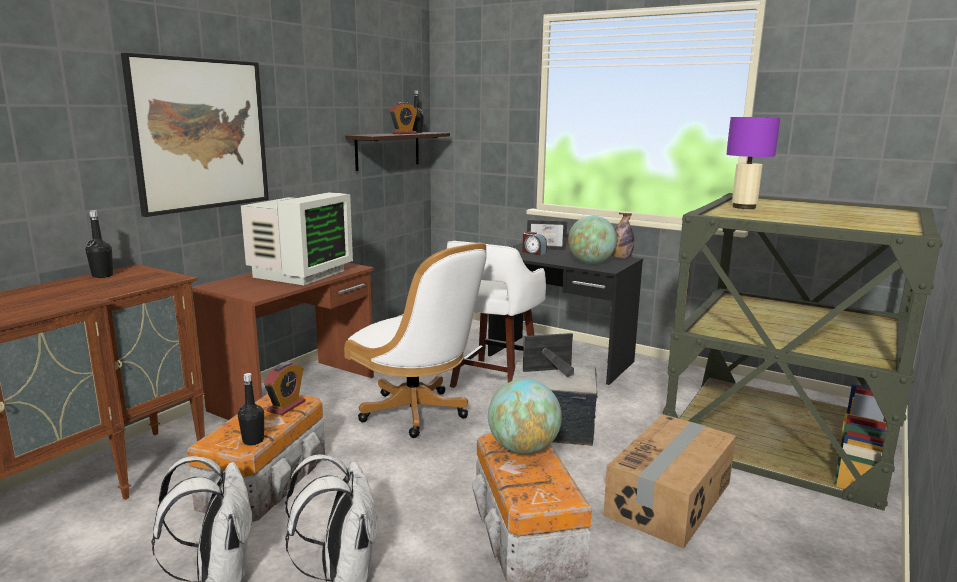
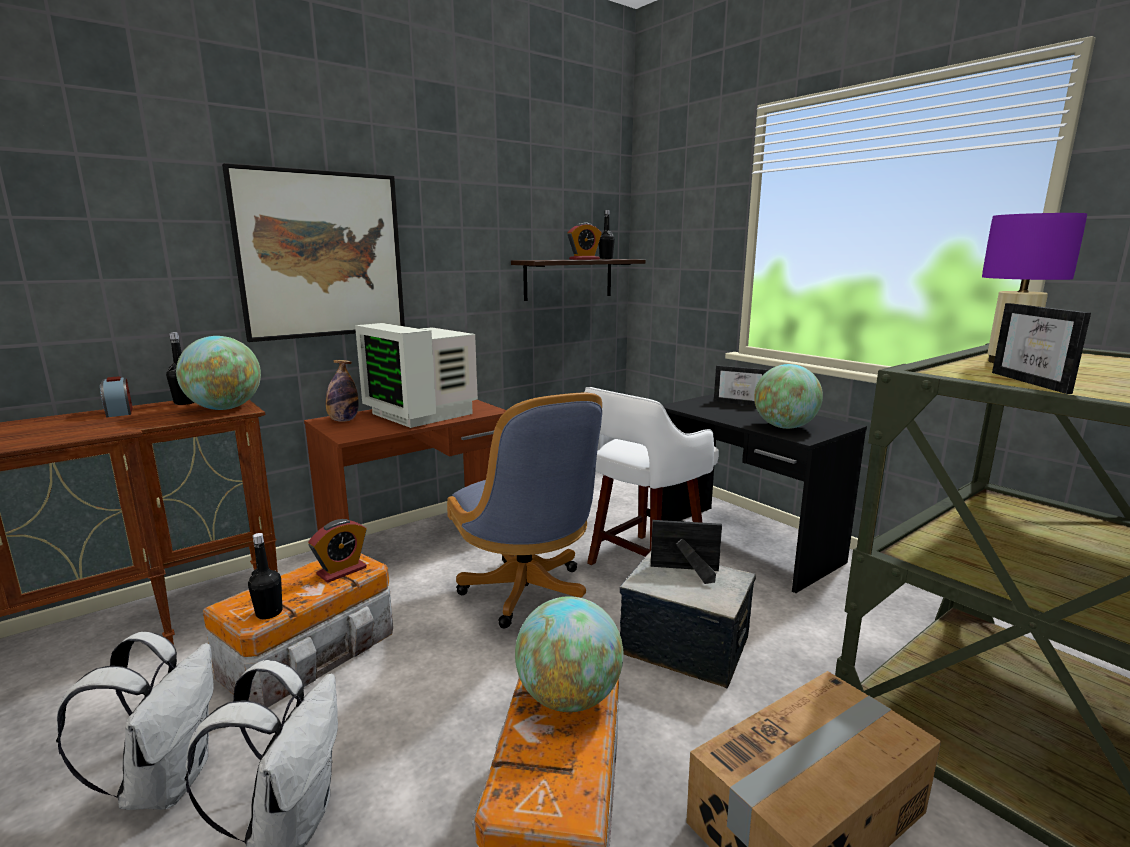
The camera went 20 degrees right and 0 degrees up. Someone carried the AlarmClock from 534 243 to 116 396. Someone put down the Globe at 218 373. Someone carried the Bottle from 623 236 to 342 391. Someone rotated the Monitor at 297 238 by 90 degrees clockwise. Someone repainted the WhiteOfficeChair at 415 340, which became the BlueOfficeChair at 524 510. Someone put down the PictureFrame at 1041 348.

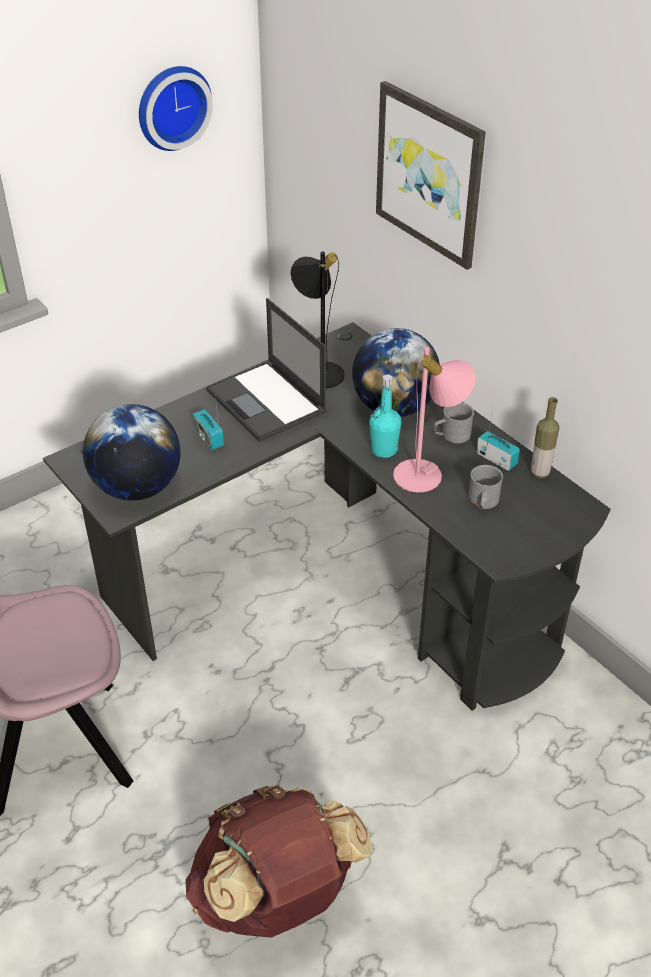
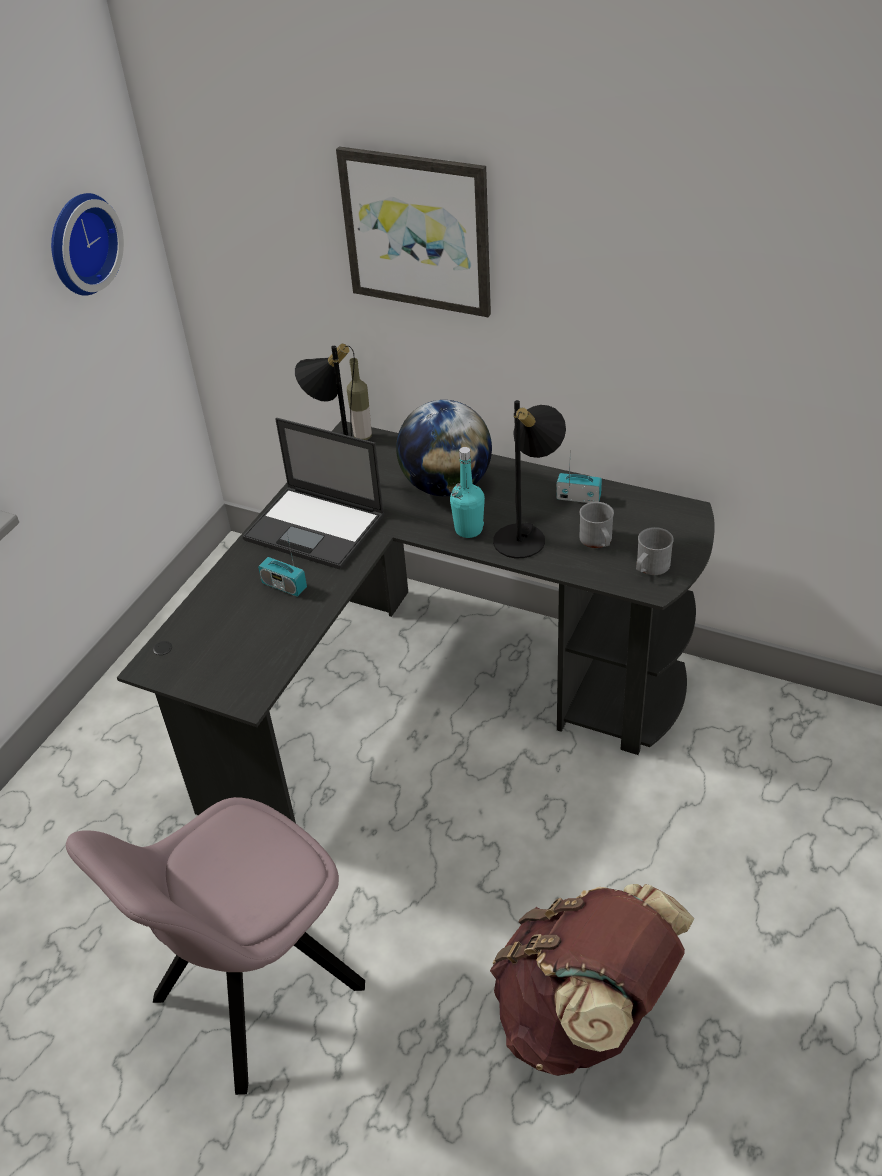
The camera went 25 degrees left and 0 degrees up. Someone carried the Bottle from 545 437 to 359 399. Someone repainted the PinkTableLamp at 434 420, which became the BlackTableLamp at 529 479. Someone carried the GreyMug from 454 422 to 655 551. Someone took away the Globe at 132 452.

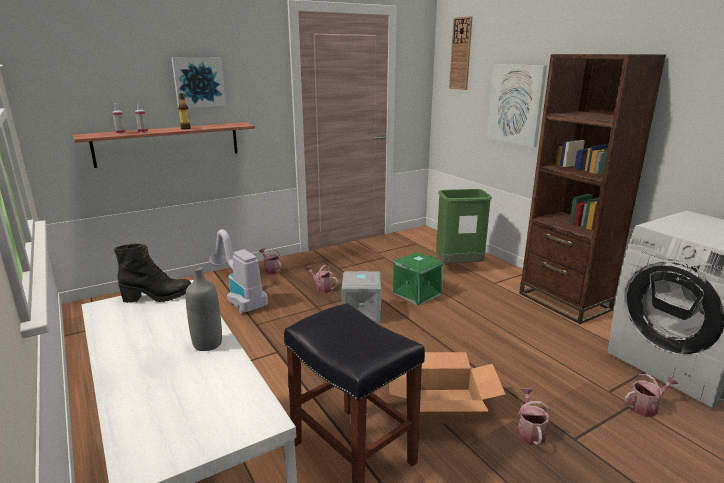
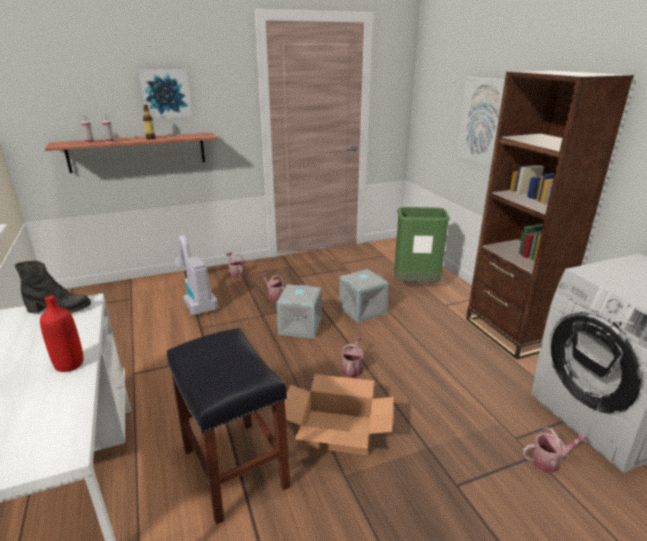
The camera went 10 degrees right and 5 degrees up. Someone repainted the GreyBottle at 204 309, which became the RedBottle at 62 334. Someone repainted the GreenStorageBox at 418 278, which became the GreyStorageBox at 363 295. Someone carried the WateringCan from 534 417 to 352 357. Someone took away the WallClock at 461 53.

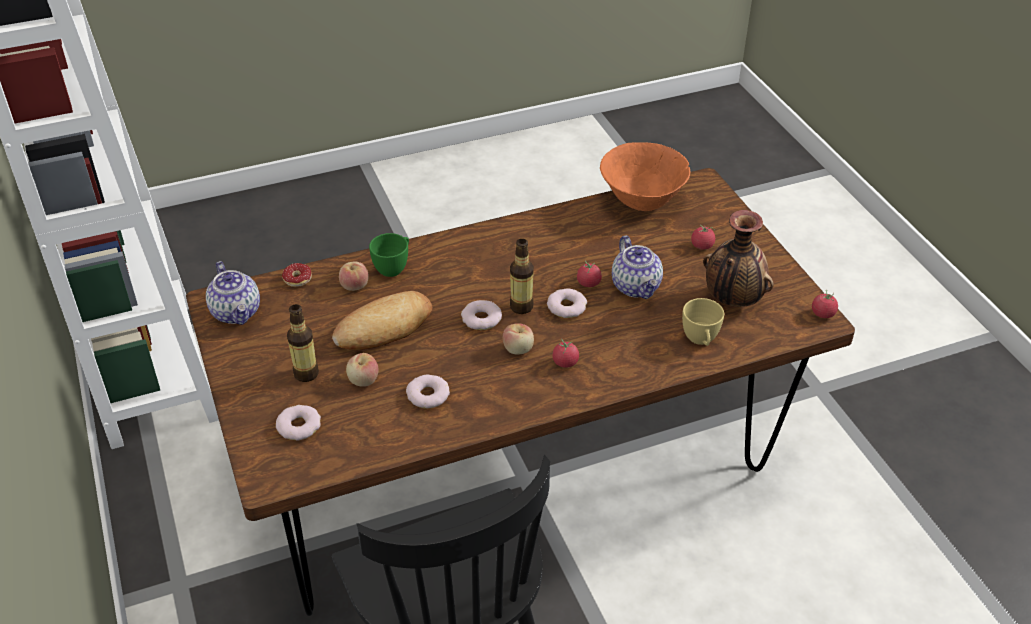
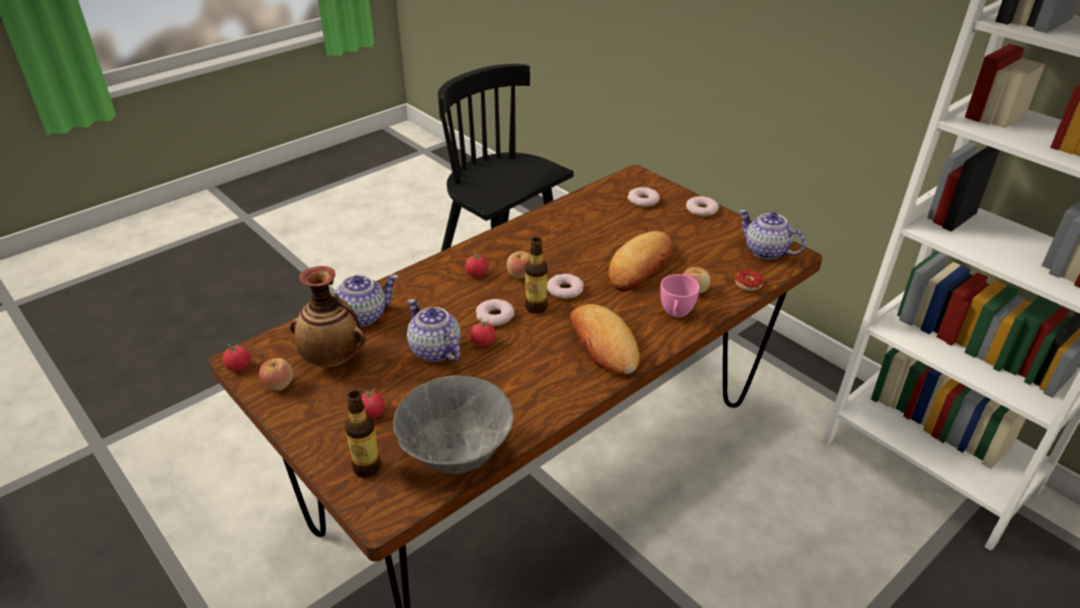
The camera went 160 degrees right and 5 degrees down. Someone carried the Apple from 362 370 to 276 374. Someone swapped the YellowCup at 703 322 for the Teapot at 364 300. Someone carried the Bottle from 303 343 to 363 434. Someone repainted the OrangeBowl at 645 176, which became the GreyBowl at 453 424. Someone put down the Bread at 604 339. Someone repainted the GreenCup at 389 255, which became the PinkCup at 680 296. Someone carried the Donut from 428 391 to 702 206.

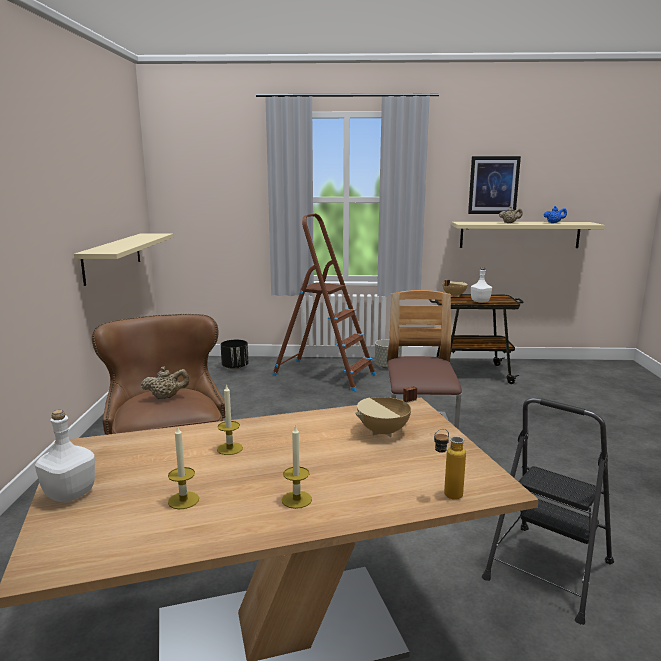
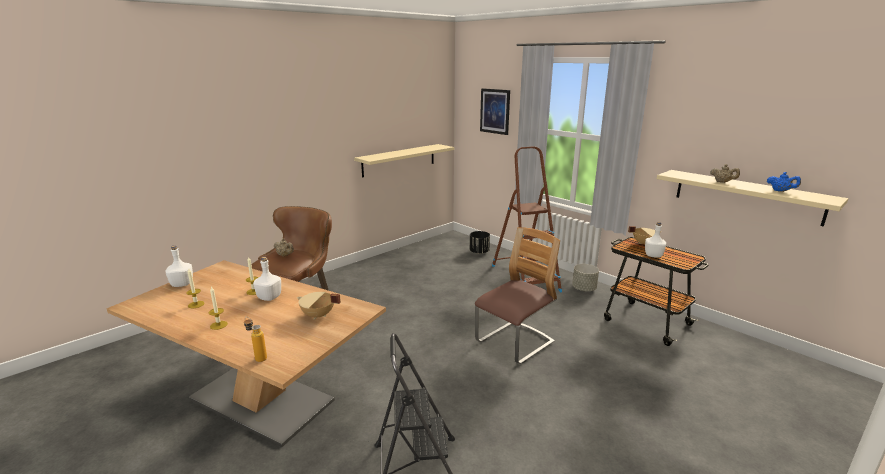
The camera went 45 degrees right and 5 degrees up. Someone put down the WhiteBottle at 267 279. Someone carried the Picture from 494 185 to 495 111.

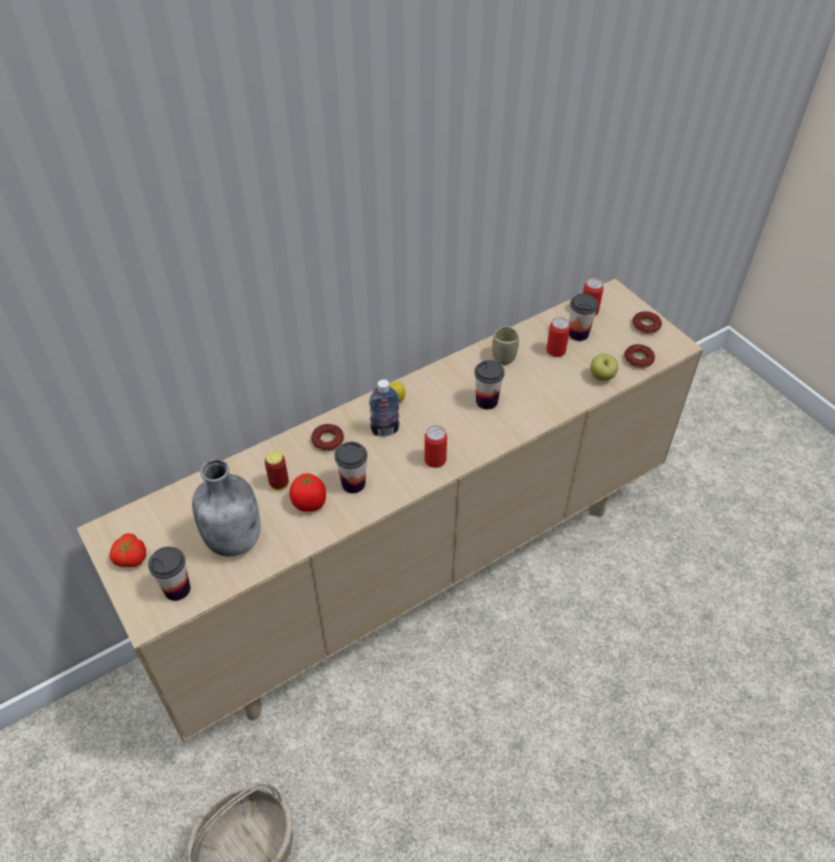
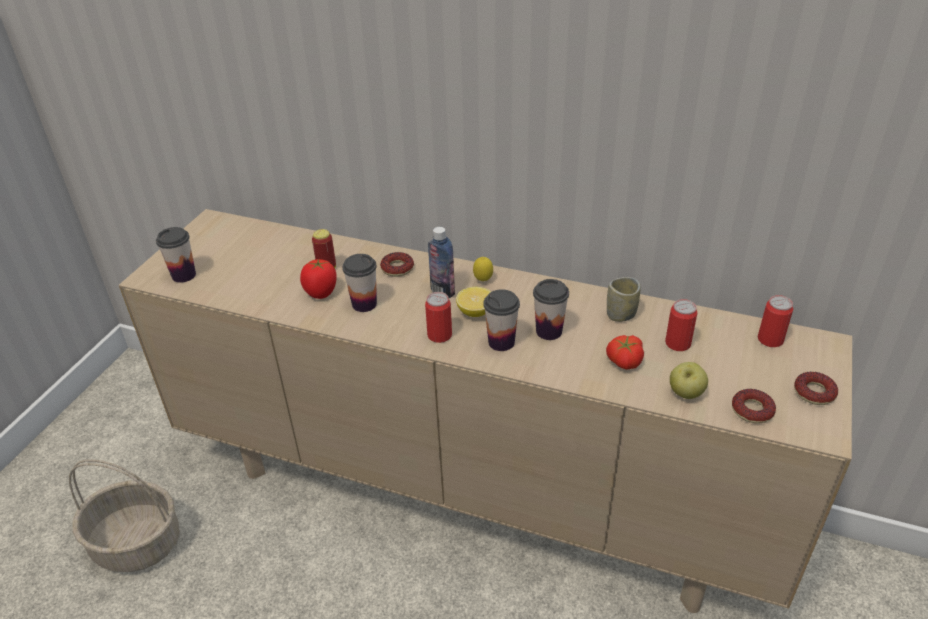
The camera went 55 degrees right and 10 degrees down. Someone put down the Lemon at 473 302. Someone carried the Cup from 583 317 to 501 320. Someone carried the Tomato from 128 550 to 625 352. Someone took away the GreyBottle at 226 507.

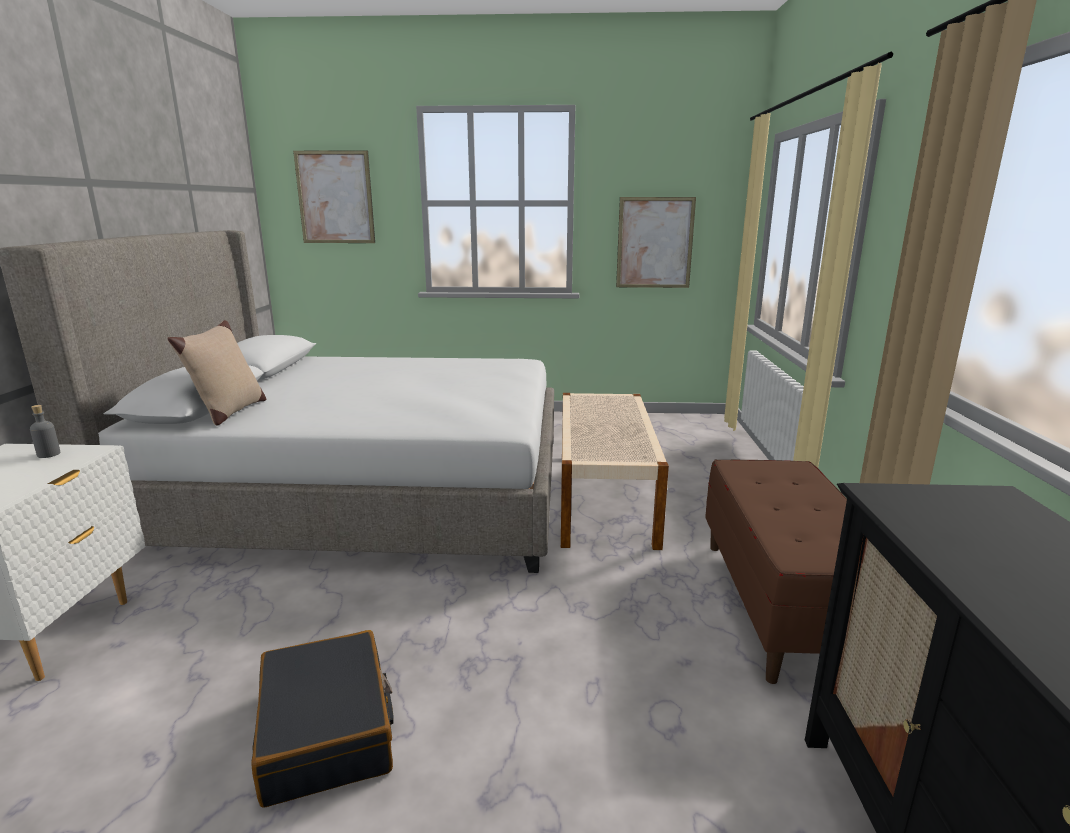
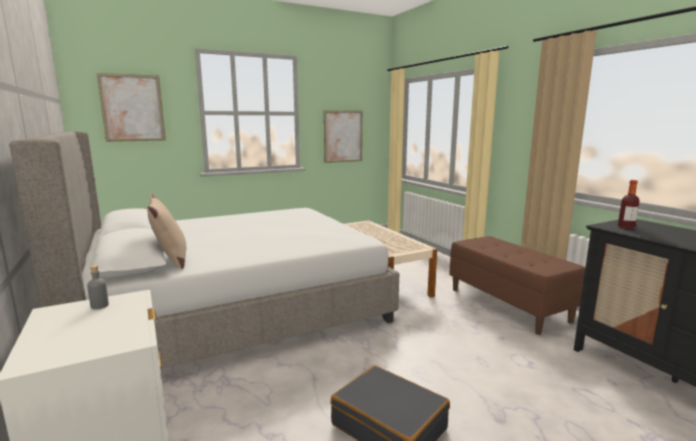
The camera went 30 degrees left and 5 degrees down. Someone put down the Bottle at 628 204.

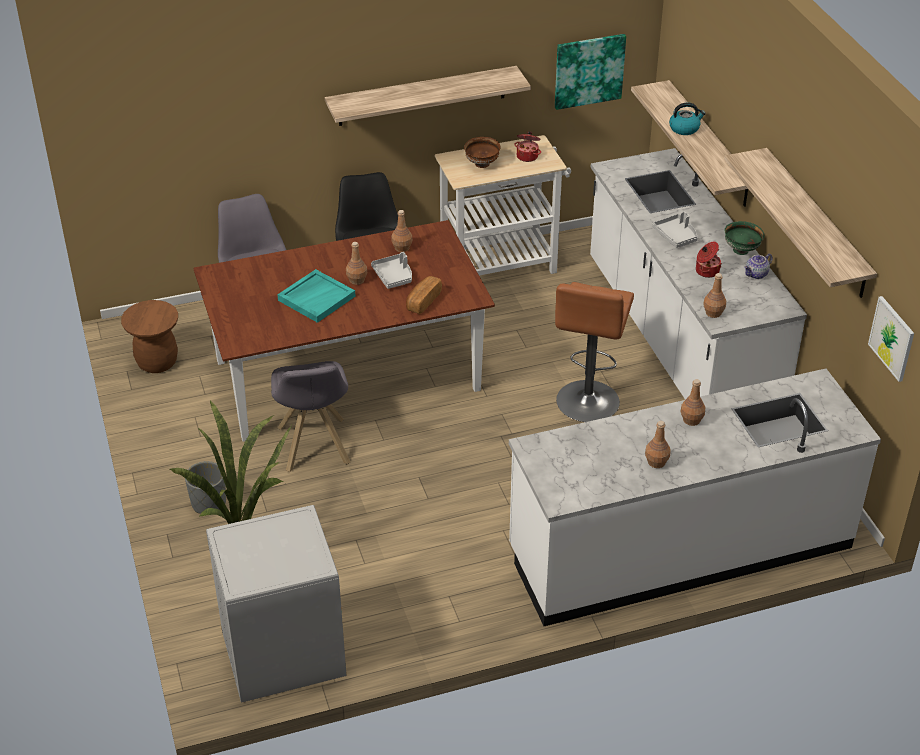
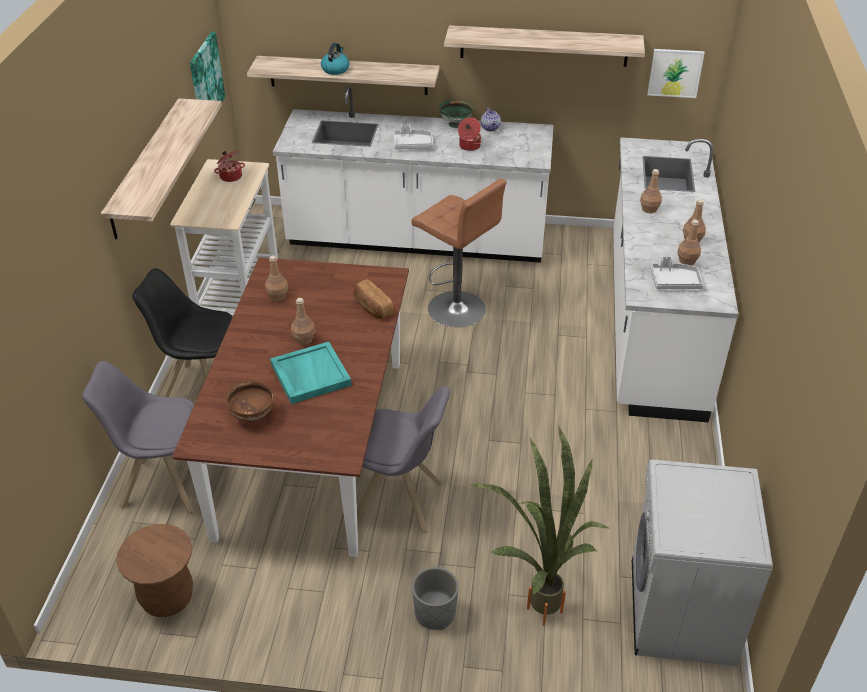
The camera went 65 degrees left and 0 degrees up. Someone carried the BrownBowl from 482 152 to 250 401. Someone carried the GreyTray from 391 270 to 677 272. Someone carried the BrownBottle from 714 295 to 689 242.

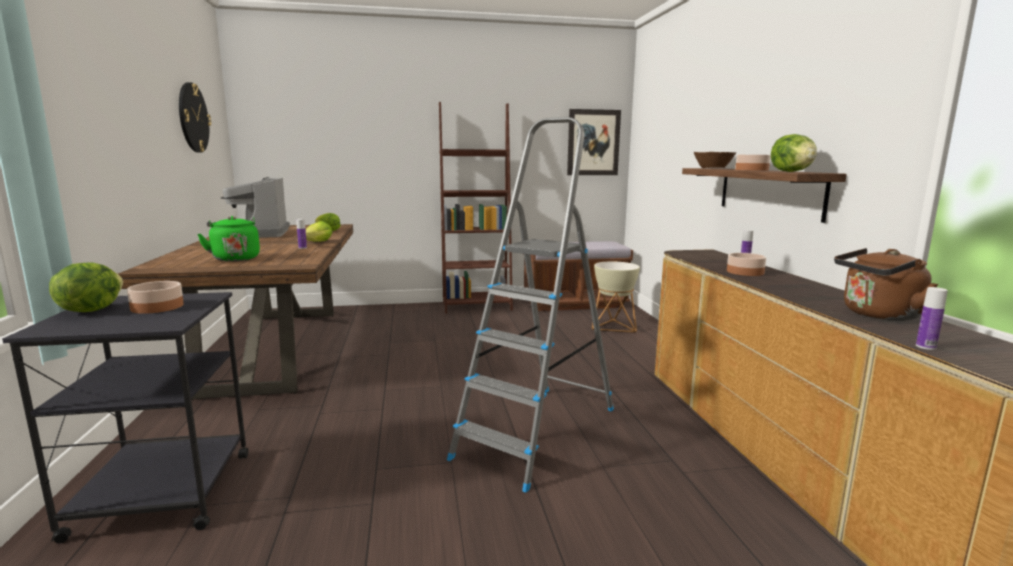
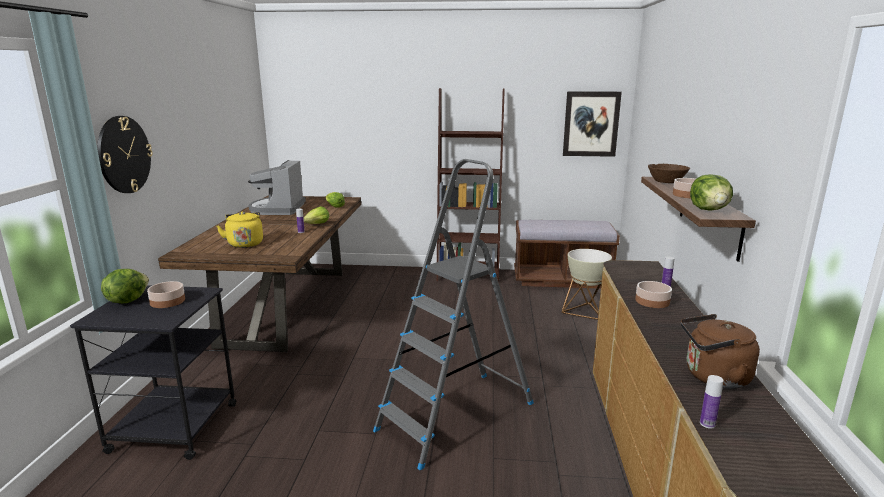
The camera went 15 degrees right and 5 degrees up. Someone carried the WallClock from 195 117 to 125 154. Someone repainted the GreenKettle at 228 238, which became the YellowKettle at 240 229.

